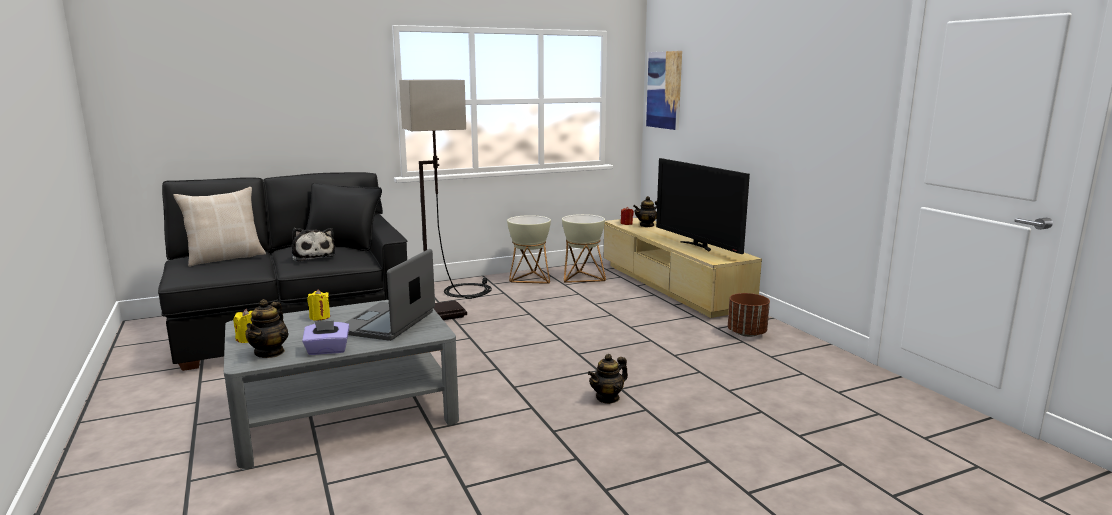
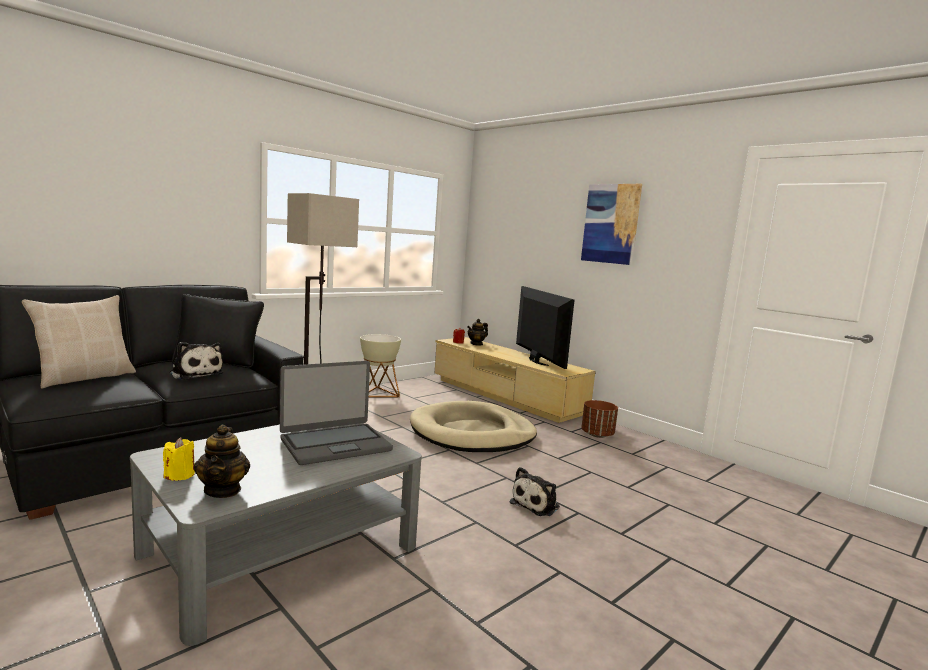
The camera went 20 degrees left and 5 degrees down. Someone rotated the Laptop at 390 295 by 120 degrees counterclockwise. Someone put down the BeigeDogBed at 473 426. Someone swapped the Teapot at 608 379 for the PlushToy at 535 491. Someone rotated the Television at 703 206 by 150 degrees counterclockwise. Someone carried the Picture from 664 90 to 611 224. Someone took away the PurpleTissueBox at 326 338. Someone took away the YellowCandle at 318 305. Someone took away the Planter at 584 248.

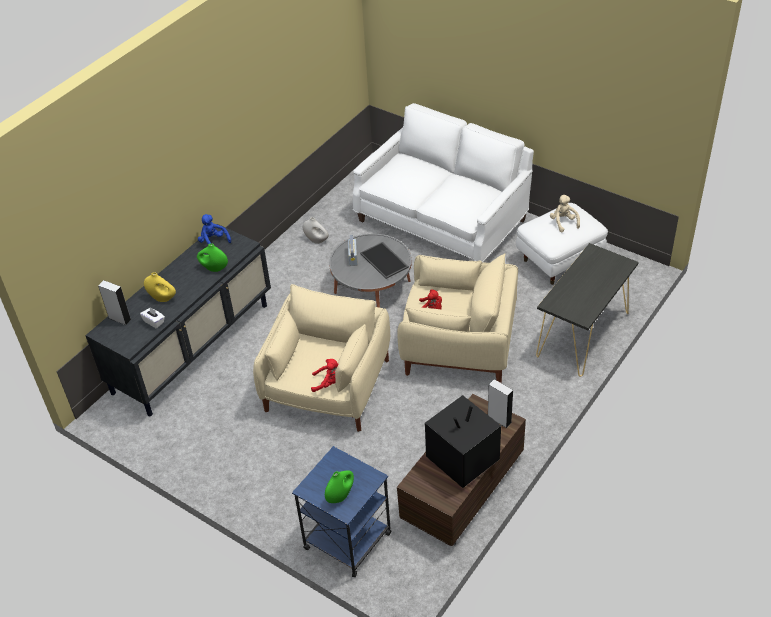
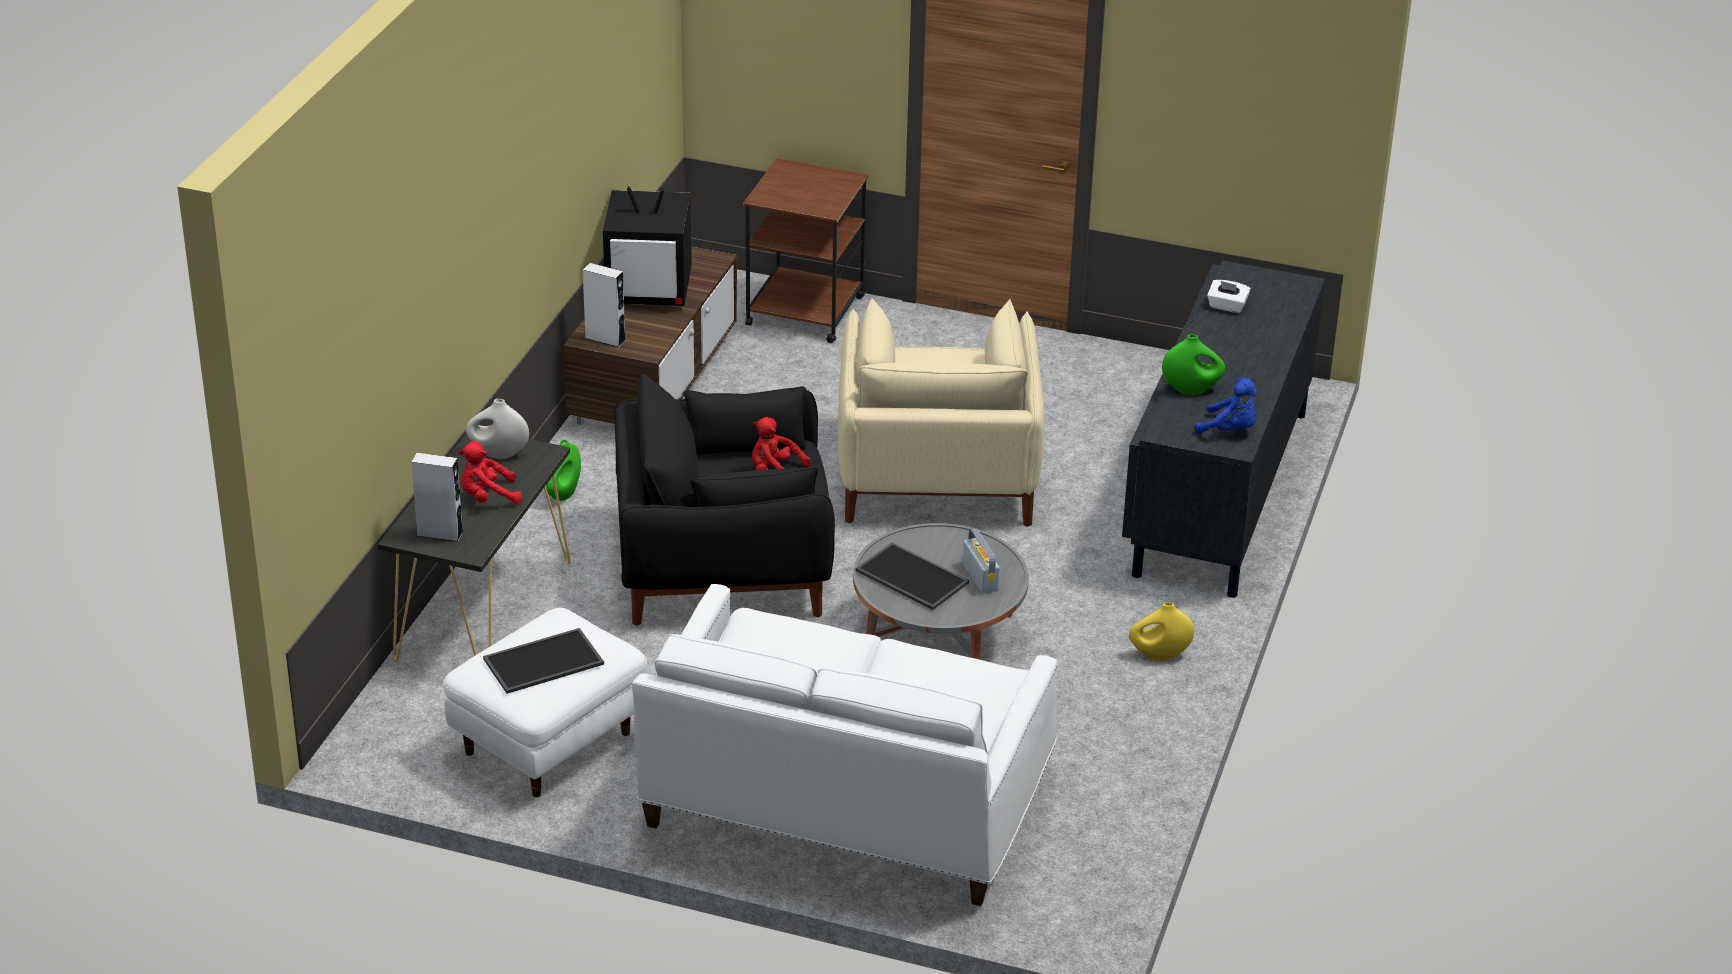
The camera went 160 degrees right and 10 degrees down. Someone carried the GreySpeaker from 114 302 to 437 497. Someone carried the RedPlushToy from 325 375 to 490 473. Someone carried the WhiteVase from 316 230 to 497 429. Someone swapped the BeigePlushToy at 565 213 for the Tray at 543 661. Someone carried the GreenVase from 339 487 to 563 470. Someone rotated the Television at 463 441 by 60 degrees clockwise. Someone repainted the BeigeArmchair at 457 318, which became the BlackArmchair at 724 499. Someone repainted the BlueCart at 342 511, which became the BrownCart at 806 250. Someone carried the YellowVase from 160 287 to 1161 631.

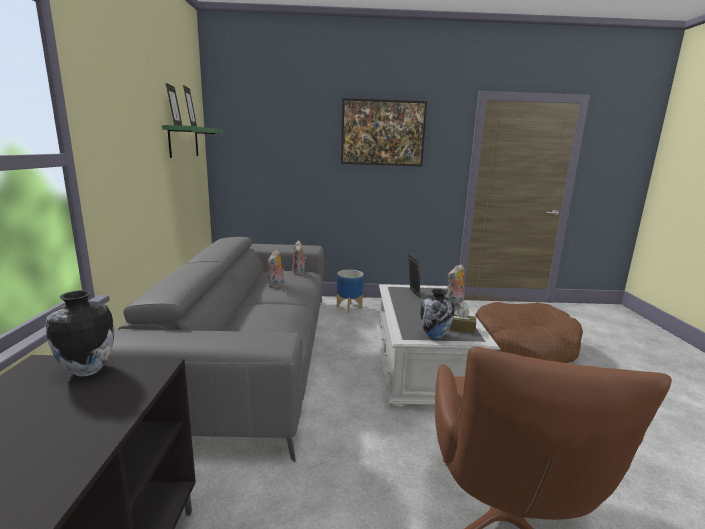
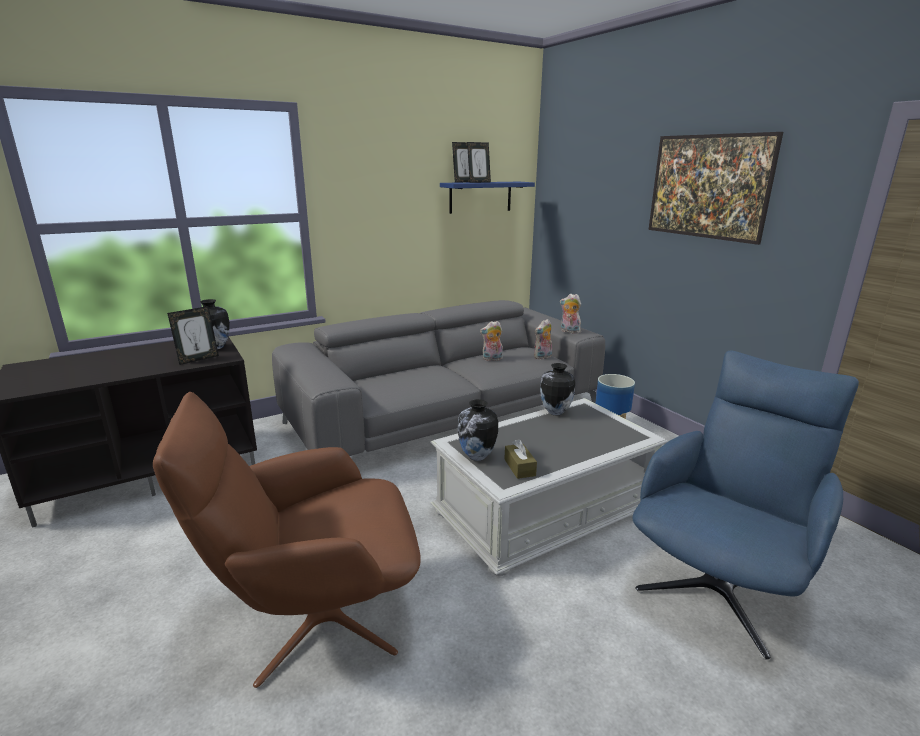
The camera went 60 degrees right and 5 degrees up. Someone carried the PictureFrame from 414 277 to 193 335. Someone repainted the GreenShelf at 192 141, which became the BlueShelf at 487 198. Someone put down the Vase at 557 389. Someone carried the PlushToy from 455 284 to 570 314. Someone swapped the BrownDogBed at 529 332 for the BlueArmchair at 746 505.

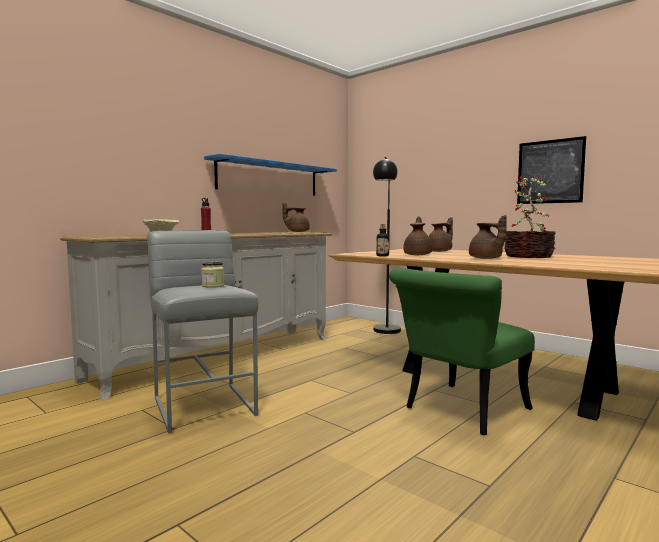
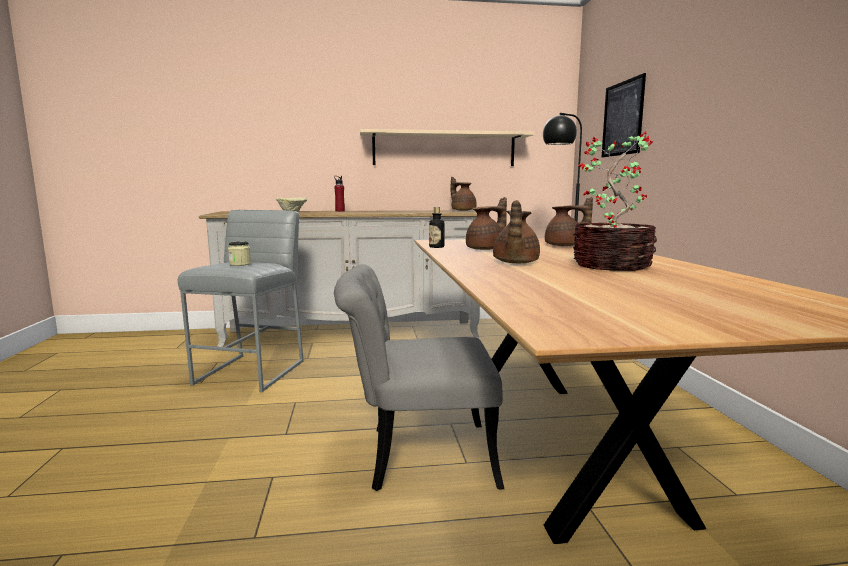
The camera went 40 degrees right and 5 degrees up. Someone repainted the GreenChair at 462 351, which became the GreyChair at 419 377. Someone repainted the BlueShelf at 270 175, which became the BeigeShelf at 447 147. Someone carried the Picture from 551 170 to 624 115.

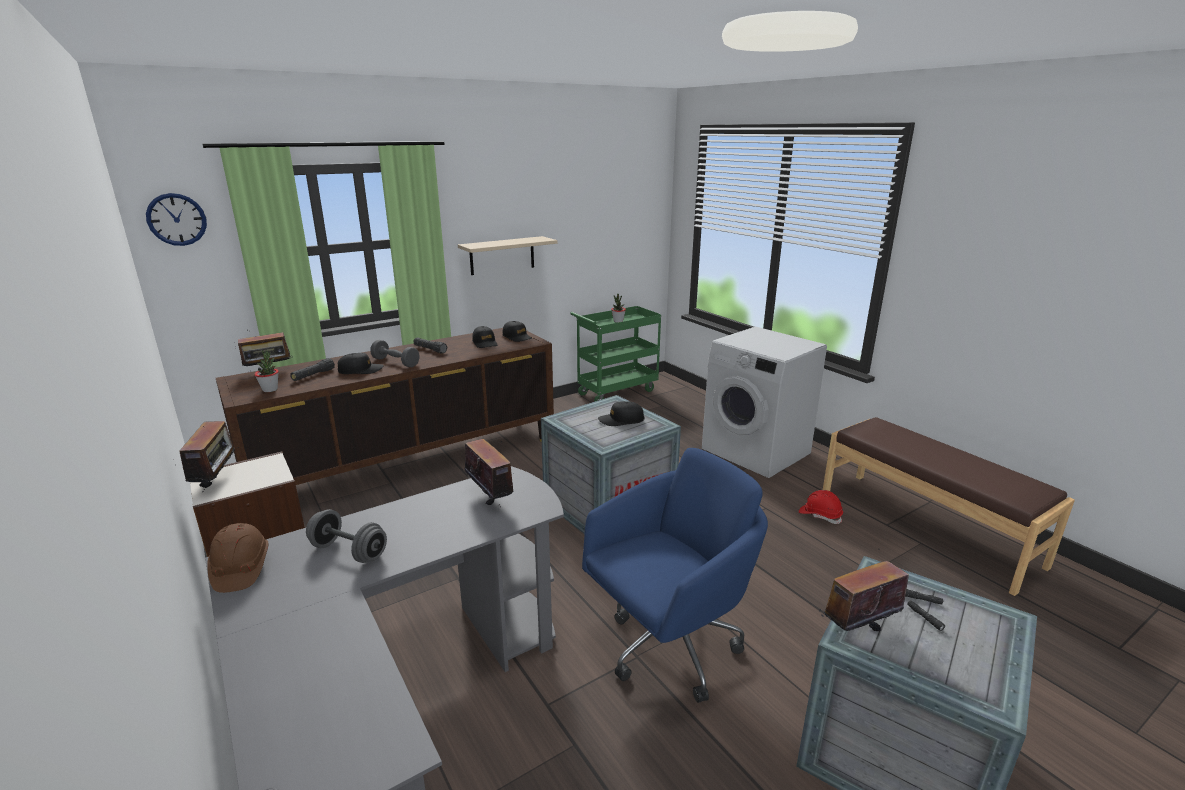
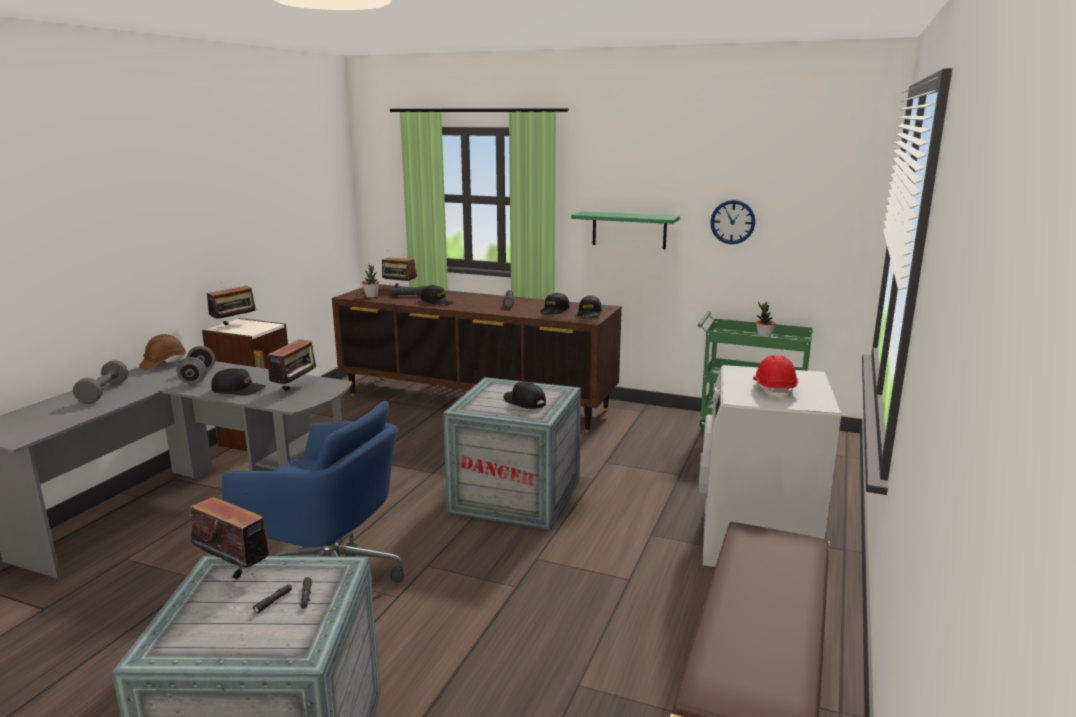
The camera went 55 degrees right and 5 degrees down. Someone carried the GreyDumbbell from 395 353 to 100 382. Someone put down the BlackCap at 238 382. Someone repainted the BeigeShelf at 508 255, which became the GreenShelf at 625 230. Someone carried the WallClock from 176 219 to 732 222. Someone carried the RedHardHat from 821 507 to 775 377.

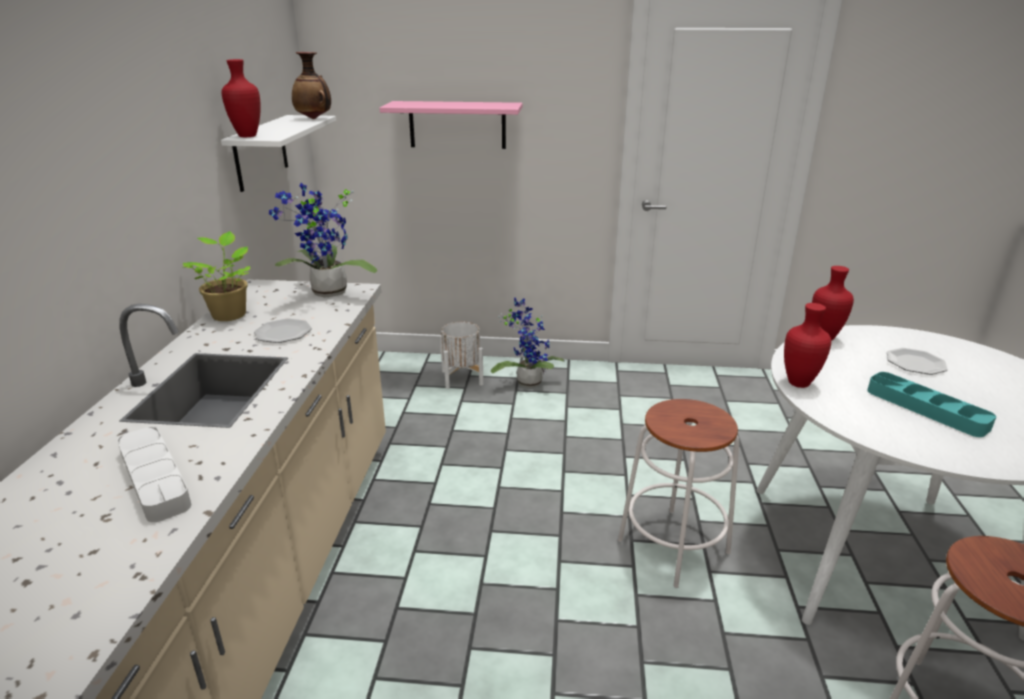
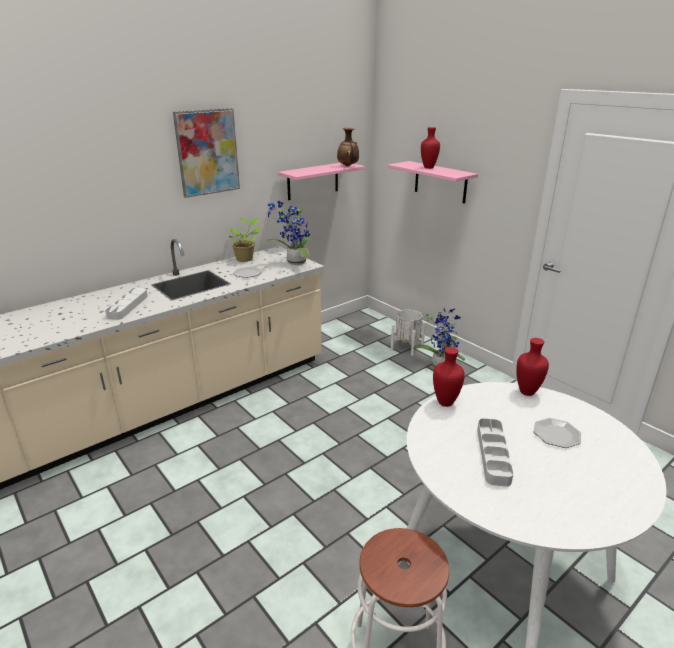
The camera went 45 degrees right and 0 degrees up. Someone put up the Picture at 206 153. Someone repainted the WhiteShelf at 278 153, which became the PinkShelf at 321 181. Someone carried the RedVase from 241 98 to 430 148. Someone repainted the TurquoiseTray at 931 404, which became the GreyTray at 495 452. Someone took away the WhiteStool at 678 493.

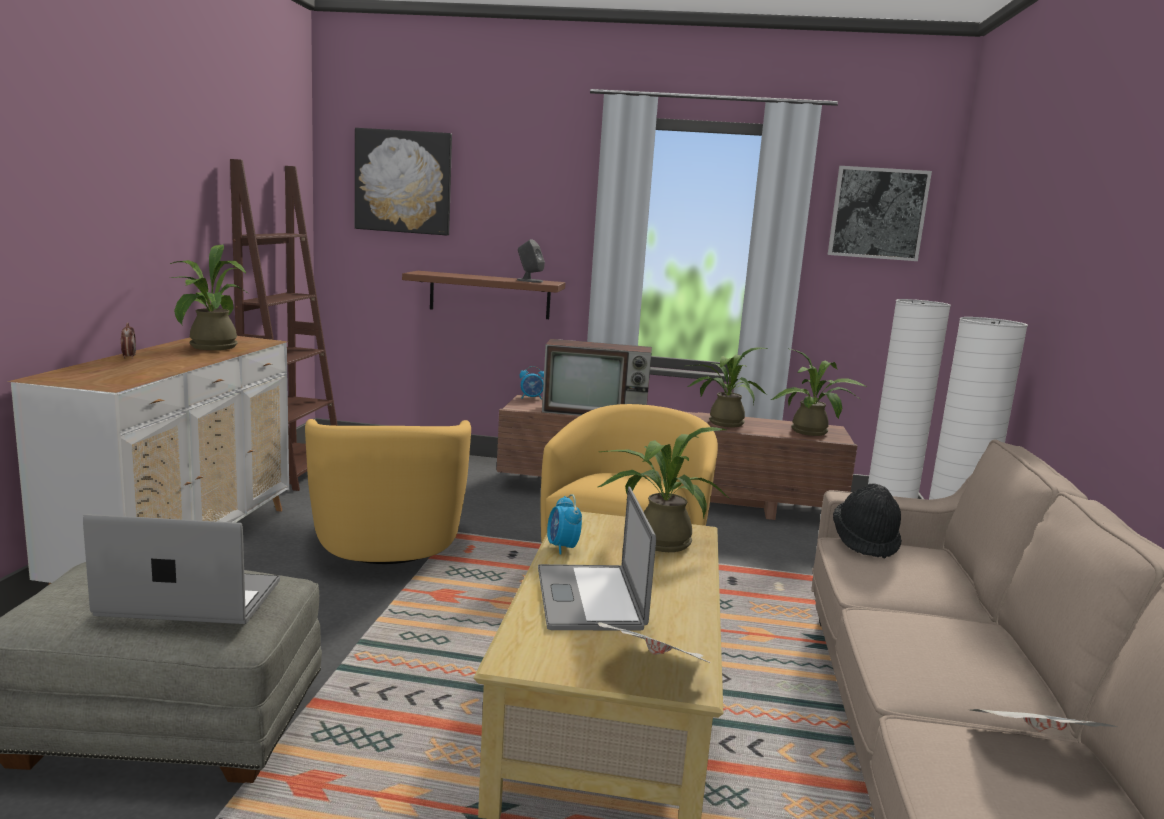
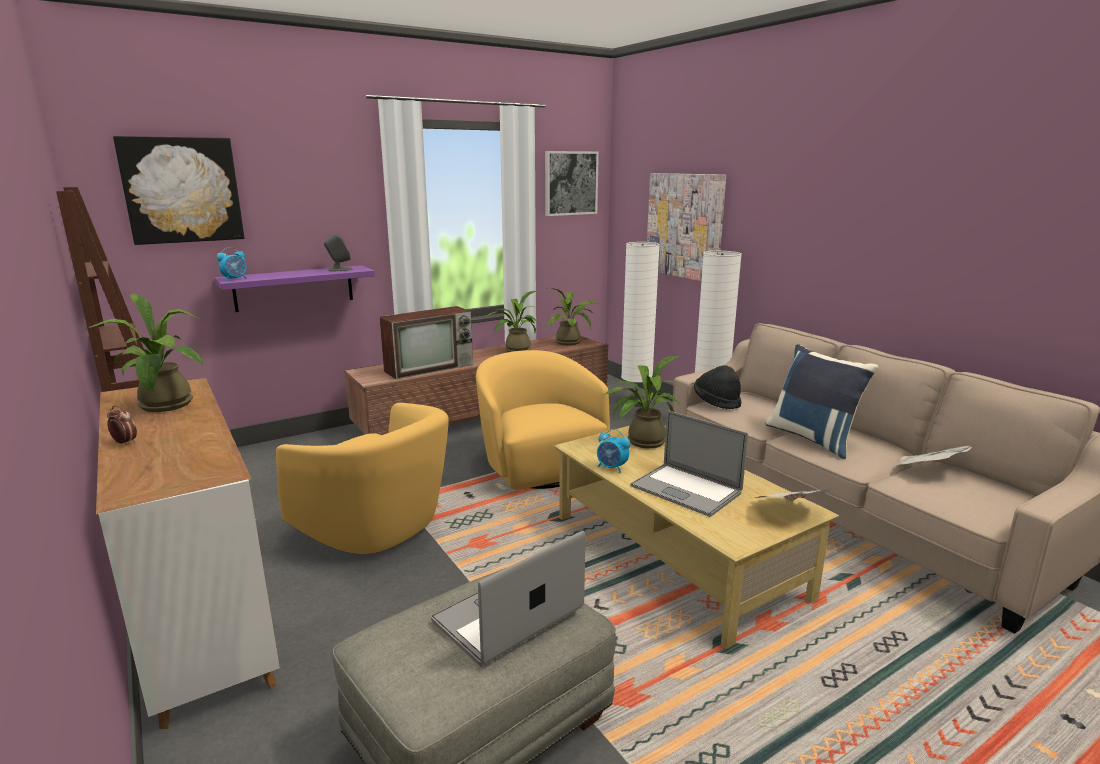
The camera went 40 degrees left and 5 degrees up. Someone repainted the BrownShelf at 483 295, which became the PurpleShelf at 295 288. Someone carried the AlarmClock from 532 383 to 232 264. Someone put up the Picture at 686 227. Someone put down the BluePillow at 822 401.

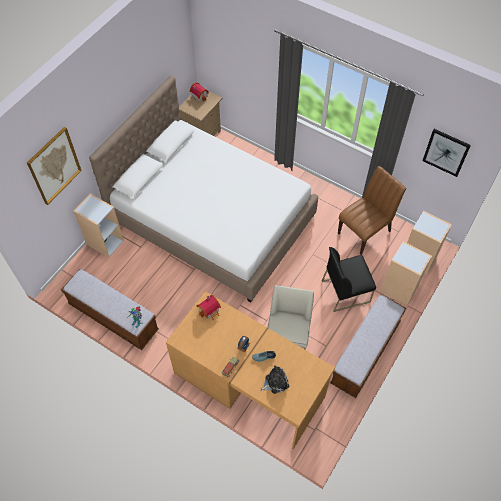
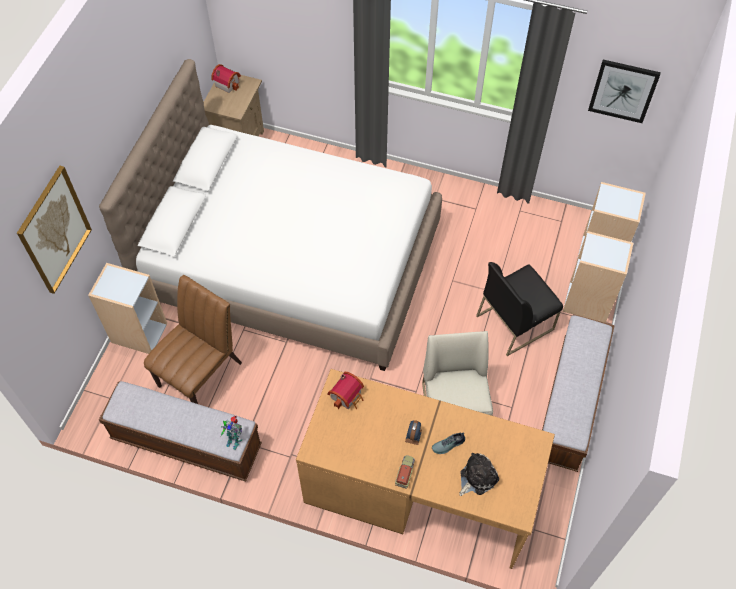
The camera went 15 degrees left and 0 degrees up. Someone carried the BrownChair from 372 210 to 193 339.

